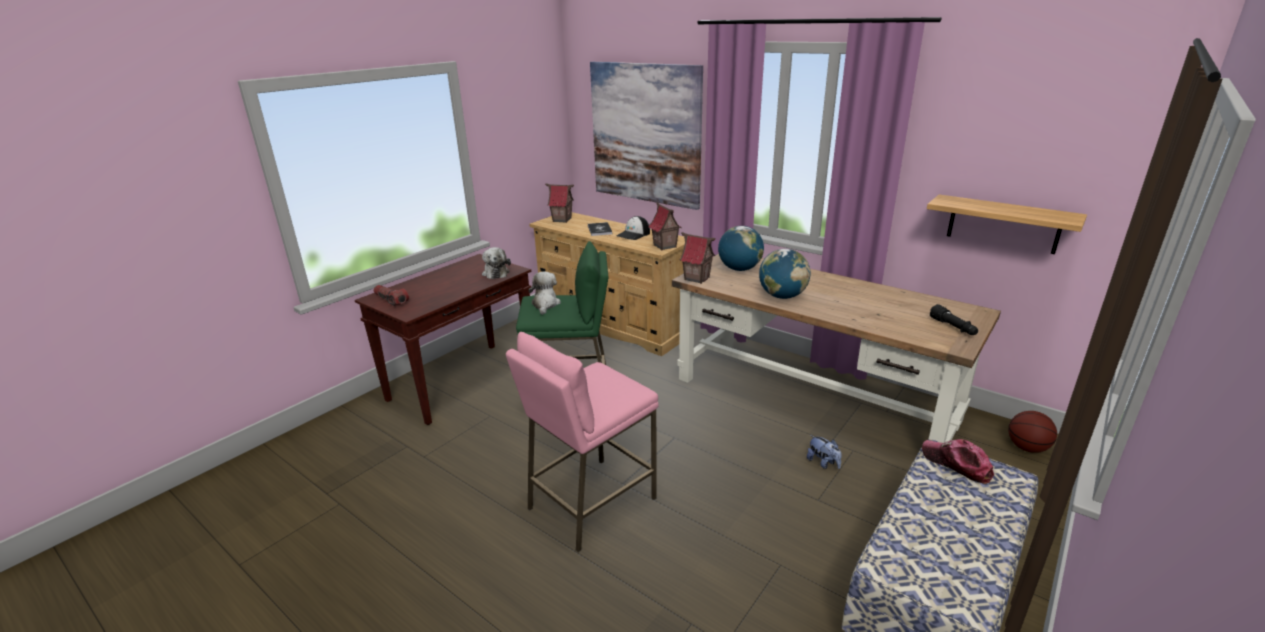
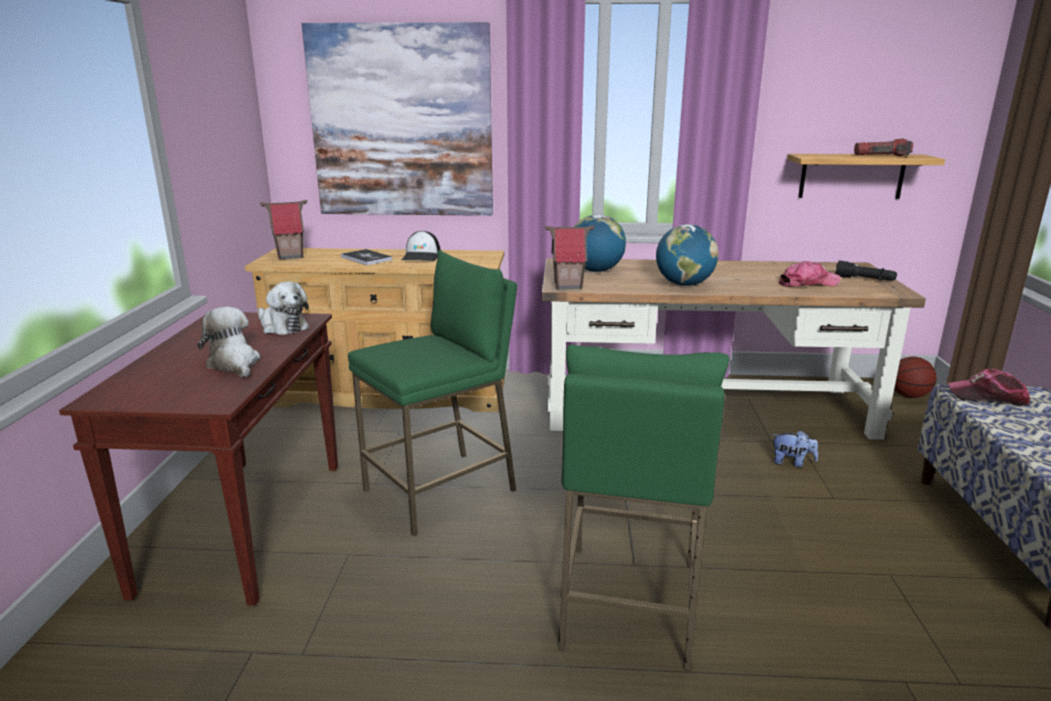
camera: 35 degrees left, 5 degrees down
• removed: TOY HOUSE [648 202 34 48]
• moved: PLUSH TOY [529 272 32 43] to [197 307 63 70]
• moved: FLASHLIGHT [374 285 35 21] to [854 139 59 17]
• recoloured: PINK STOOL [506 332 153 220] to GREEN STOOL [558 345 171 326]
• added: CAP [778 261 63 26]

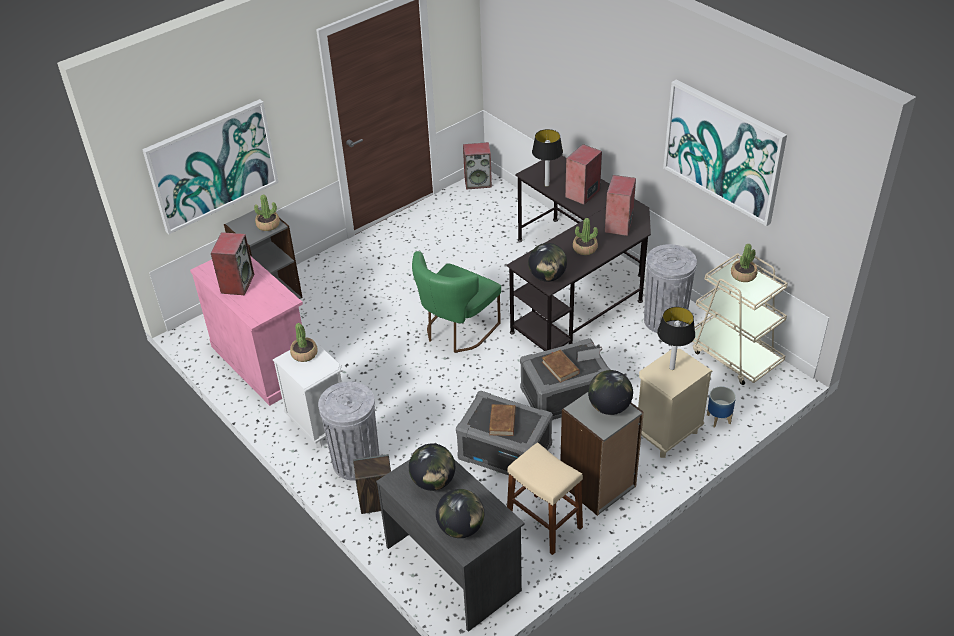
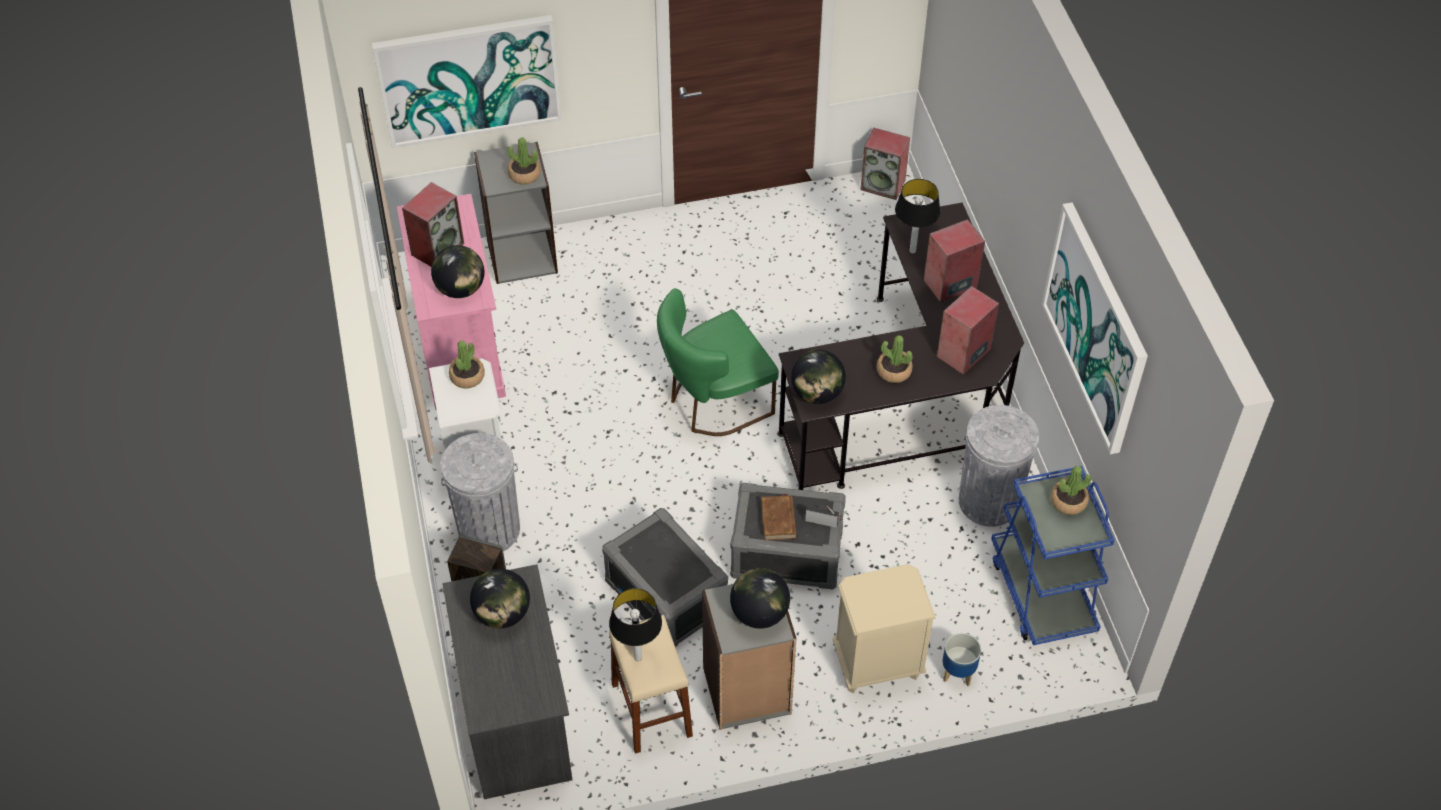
camera: 25 degrees right, 10 degrees up
• recoloured: BEIGE CART [692 253 96 132] to BLUE CART [991 466 124 179]
• moved: TABLE LAMP [657 307 38 63] to [609 588 53 73]
• removed: BROWN BOOK [489 404 27 32]
• moved: GLOBE [436 489 48 49] to [431 245 54 53]

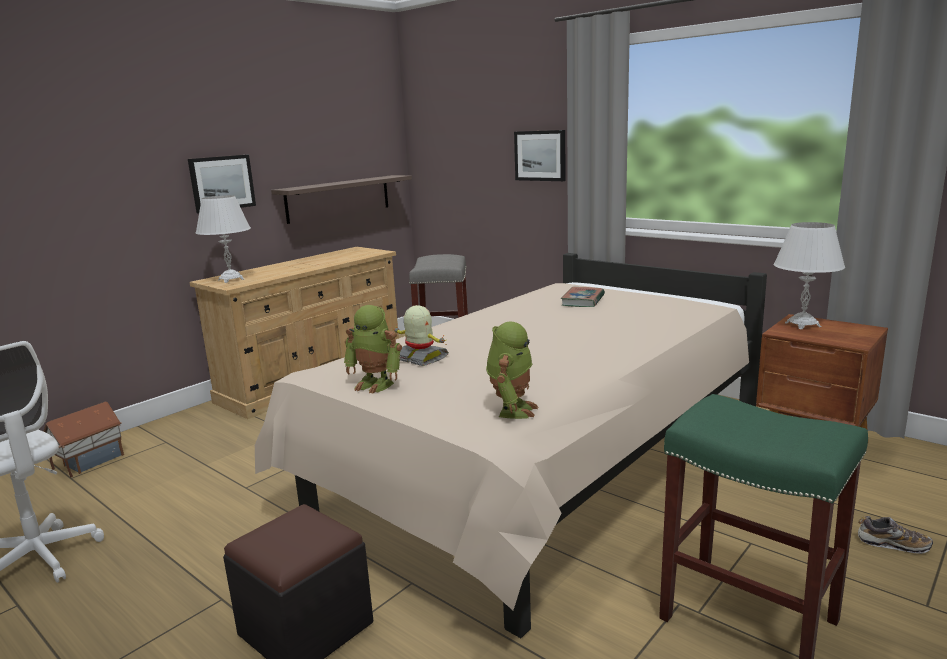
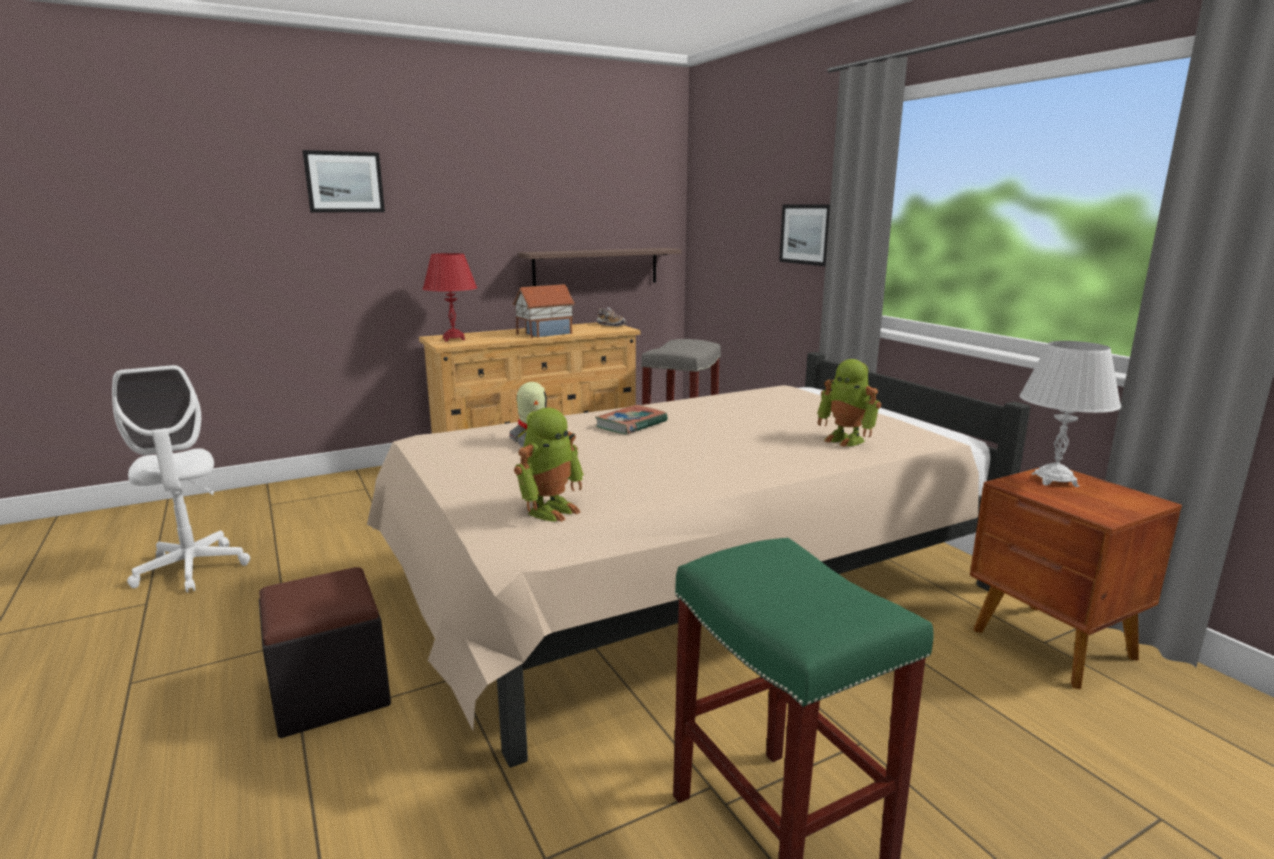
camera: 20 degrees right, 0 degrees up
• moved: PICTURE [188 155 68 59] to [303 150 82 62]
• recoloured: WHITE TABLE LAMP [196 195 55 88] to RED TABLE LAMP [423 253 54 88]
• moved: BOOK [561 286 44 21] to [595 404 73 30]
• moved: TOY ROBOT [344 305 58 89] to [817 359 64 88]
• moved: TOY HOUSE [43 402 81 75] to [513 284 62 54]
• moved: SHOE [858 516 75 38] to [597 307 30 20]

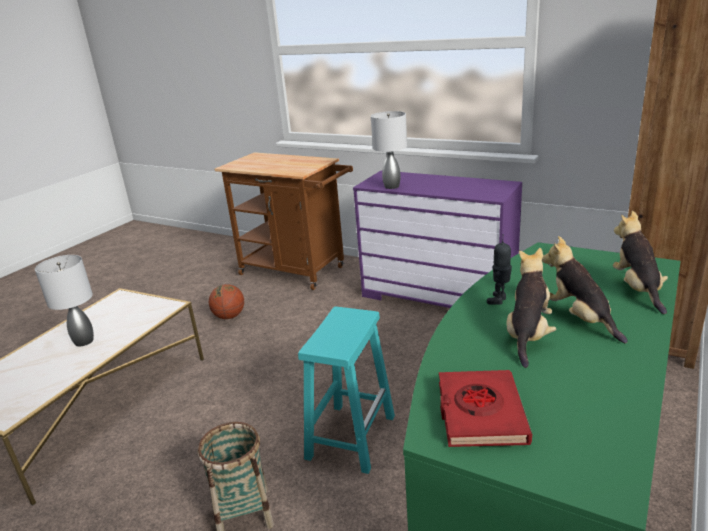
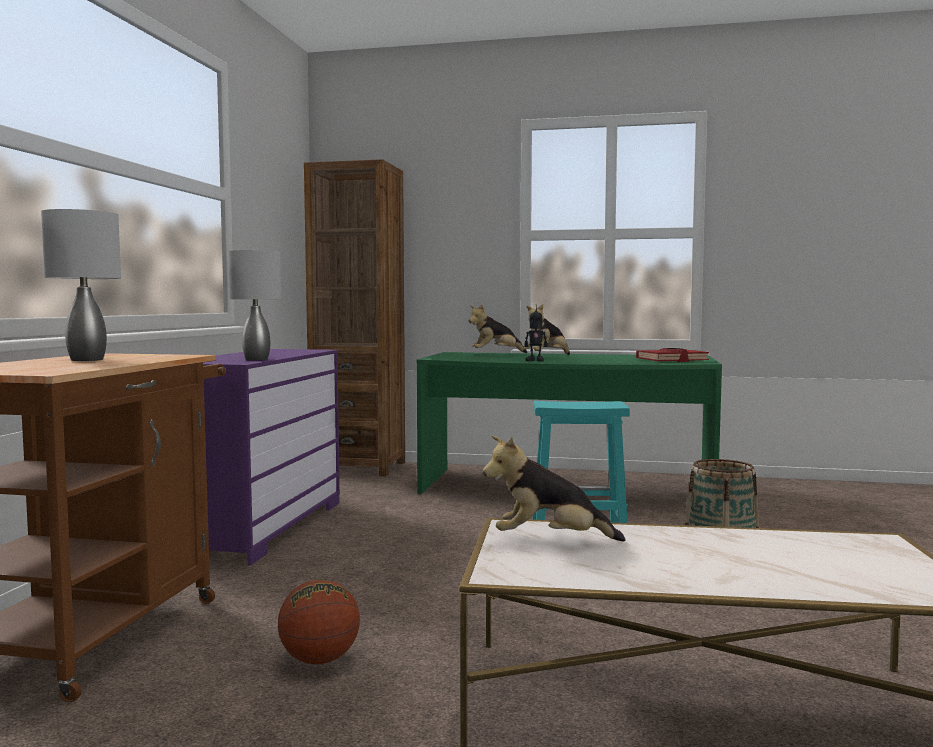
camera: 110 degrees left, 20 degrees down
• moved: PLUSH TOY [507 248 49 120] to [483 436 142 106]
• moved: GREY TABLE LAMP [35 255 59 91] to [41 209 80 152]

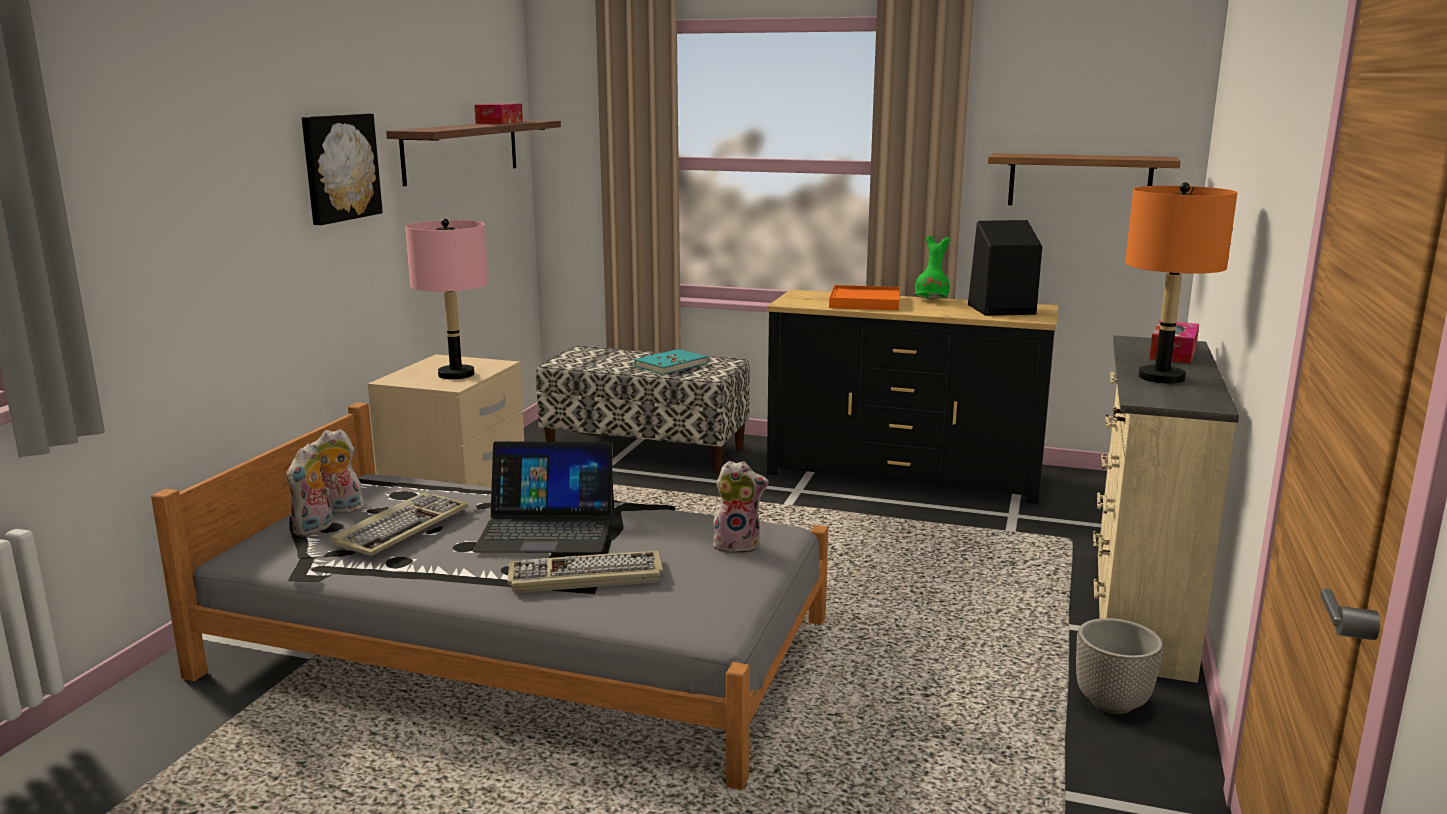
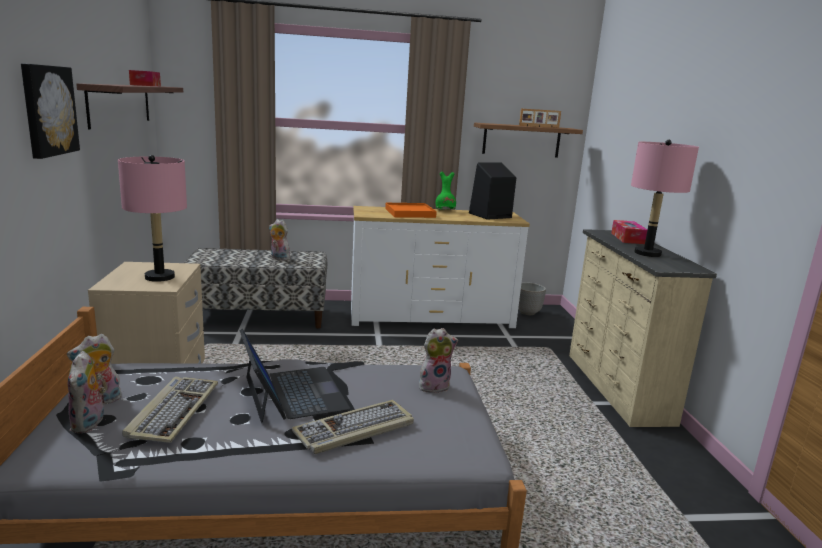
camera: 25 degrees left, 0 degrees up
• recoloured: ORANGE TABLE LAMP [1125 182 112 202] to PINK TABLE LAMP [631 140 68 117]
• recoloured: BLACK DRESSER [767 289 291 215] to WHITE DRESSER [351 206 179 122]
• replaced: TURQUOISE BOOK [634 349 73 26] to PLUSH TOY [269 219 21 42]
• turned: LAPTOP [472 441 142 112] = [239 329 111 94] 90 degrees counterclockwise
• moved: PLANTER [1076 618 87 96] to [518 282 28 33]
• added: PICTURE FRAME [519 109 42 19]

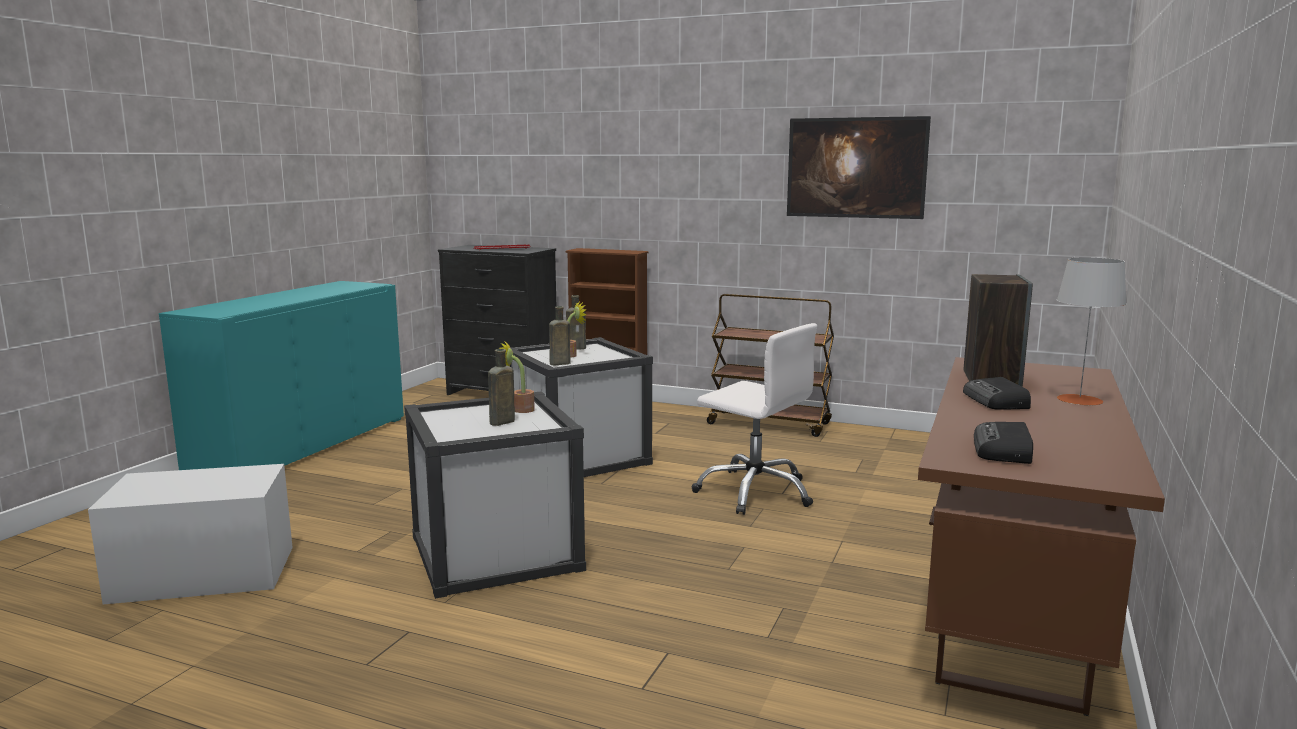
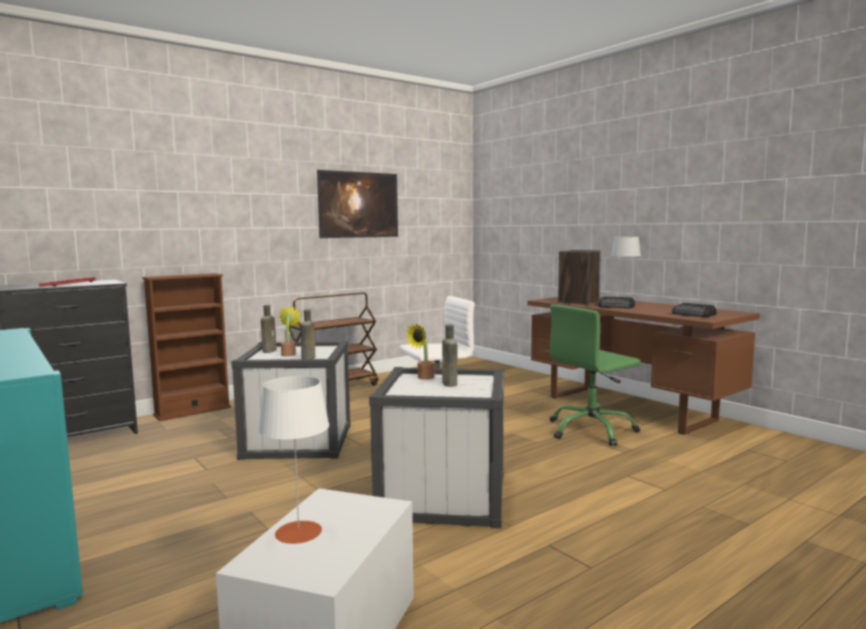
camera: 60 degrees left, 5 degrees down
• added: GREEN OFFICE CHAIR [550 304 91 142]
• added: WHITE TABLE LAMP [258 376 71 168]

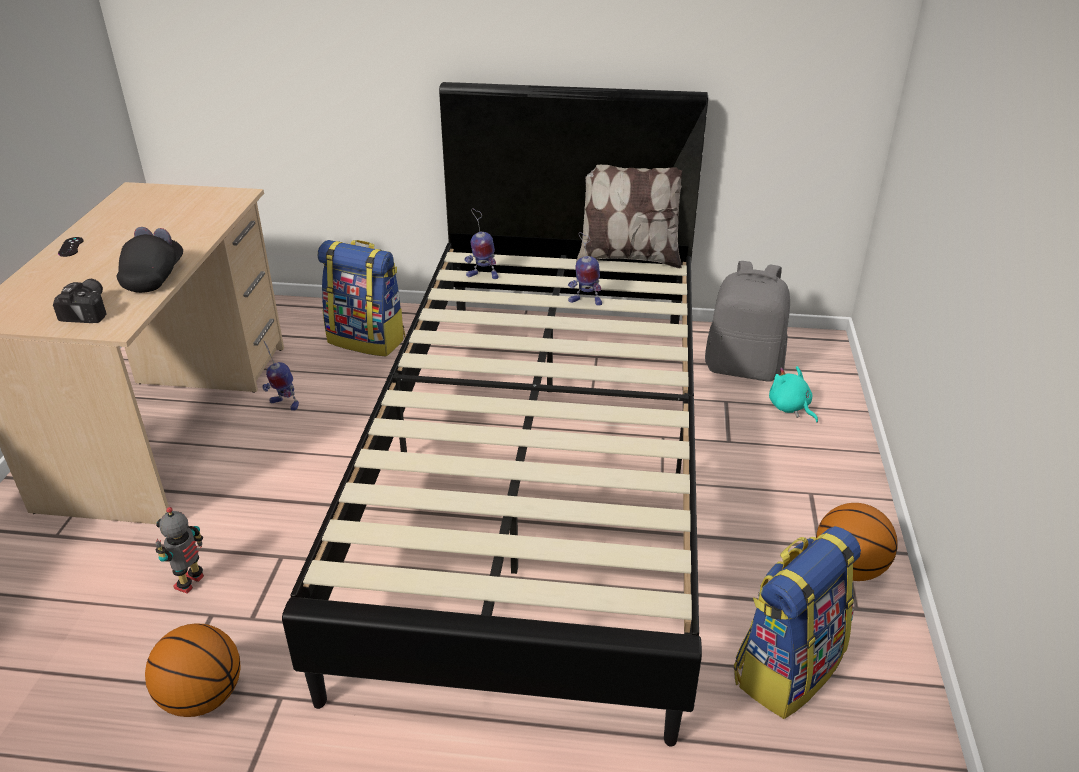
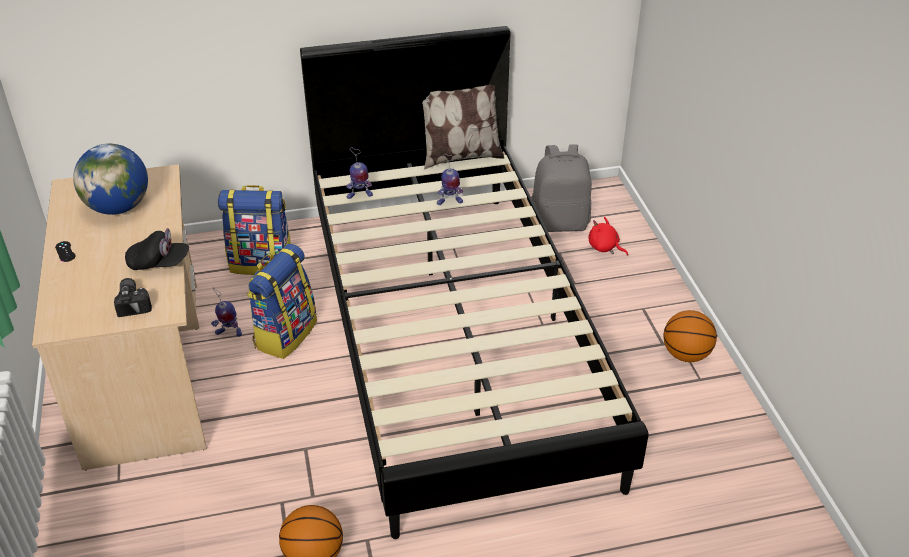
camera: 20 degrees left, 5 degrees up
• turned: BLACK CAP [117 227 66 66] = [125 228 64 42] 105 degrees clockwise
• recoloured: TURQUOISE PLUSH TOY [769 366 49 57] to RED PLUSH TOY [588 217 40 38]
• removed: TOY ROBOT [156 507 48 86]
• moved: BACKPACK [734 526 127 193] to [247 244 70 115]
• added: GLOBE [73 144 75 71]

